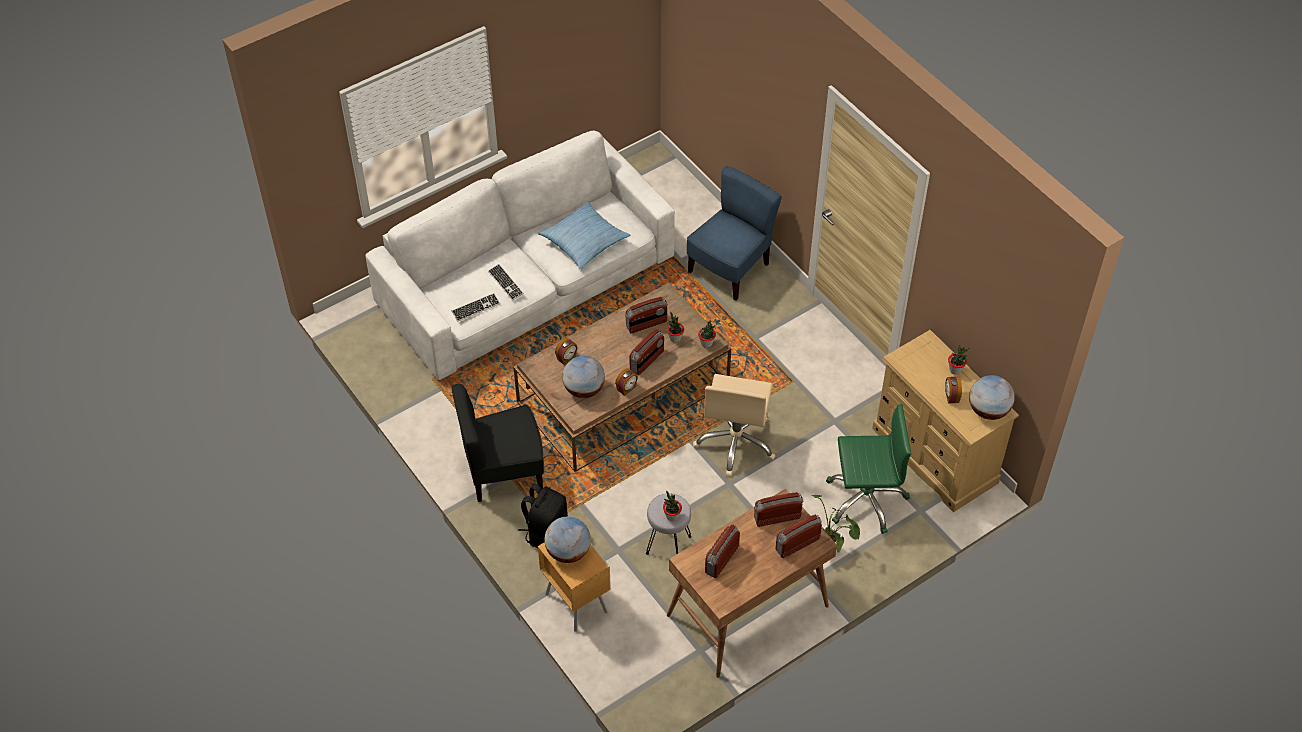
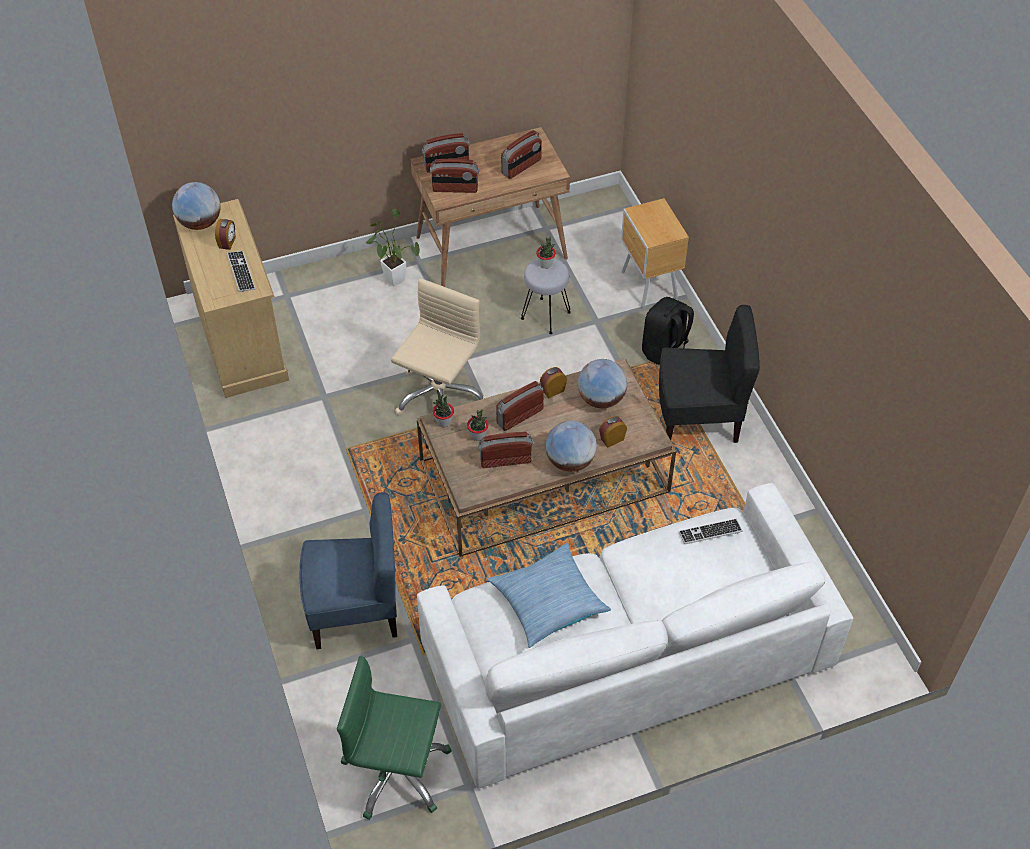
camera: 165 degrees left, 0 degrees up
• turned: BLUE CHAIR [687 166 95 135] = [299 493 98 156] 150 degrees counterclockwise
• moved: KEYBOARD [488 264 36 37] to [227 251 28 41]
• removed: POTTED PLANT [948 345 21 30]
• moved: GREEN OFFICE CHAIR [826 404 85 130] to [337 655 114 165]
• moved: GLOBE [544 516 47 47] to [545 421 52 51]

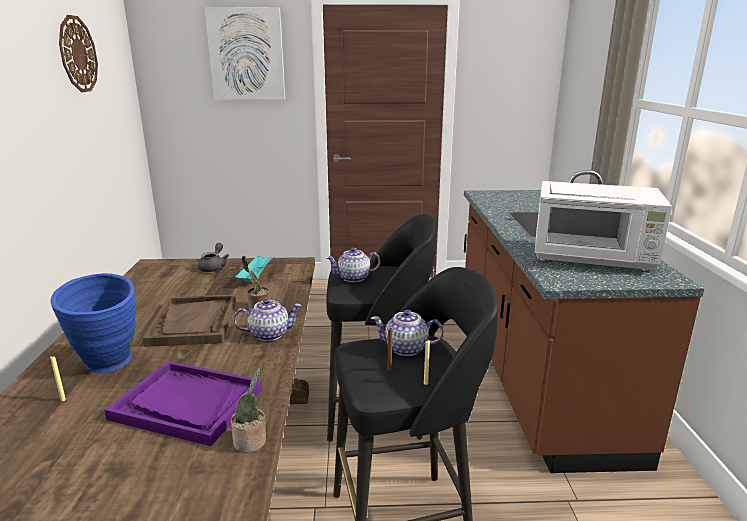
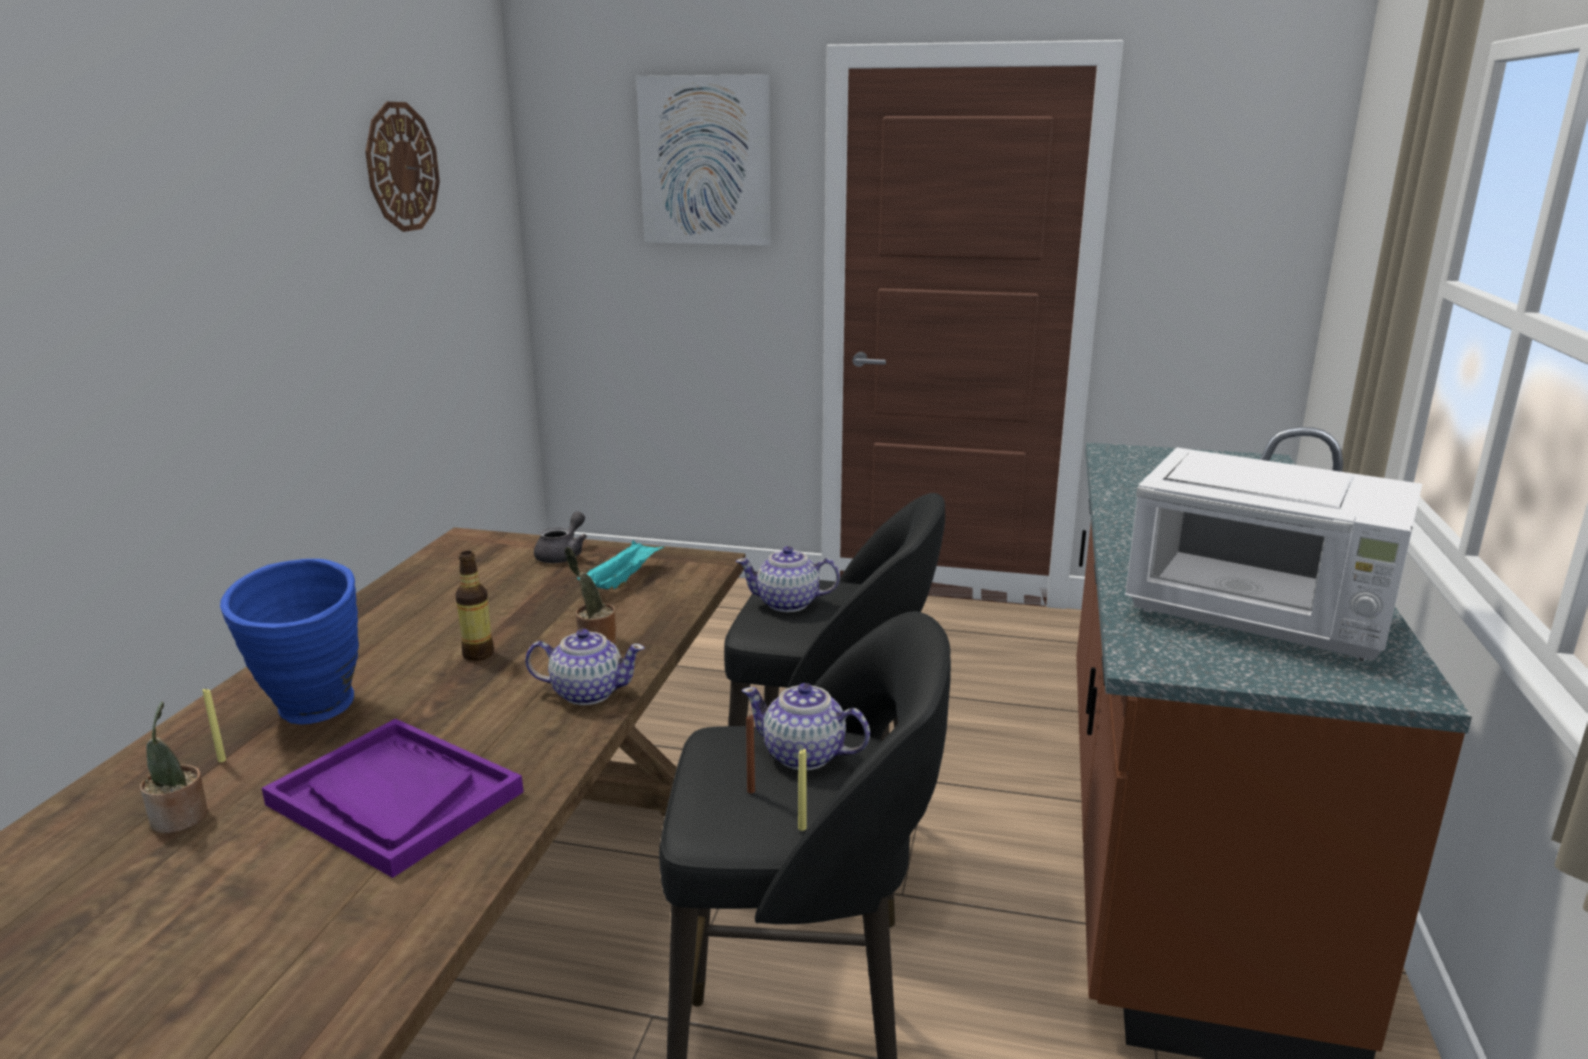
camera: 15 degrees right, 0 degrees up
• replaced: BROWN TRAY [143 294 93 53] to BOTTLE [455 551 39 110]
• moved: POTTED PLANT [231 368 35 85] to [140 702 68 131]

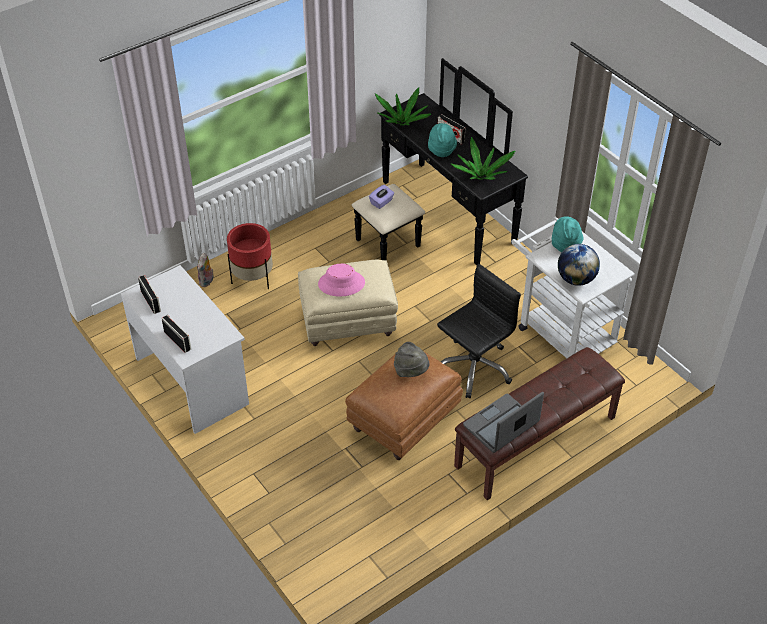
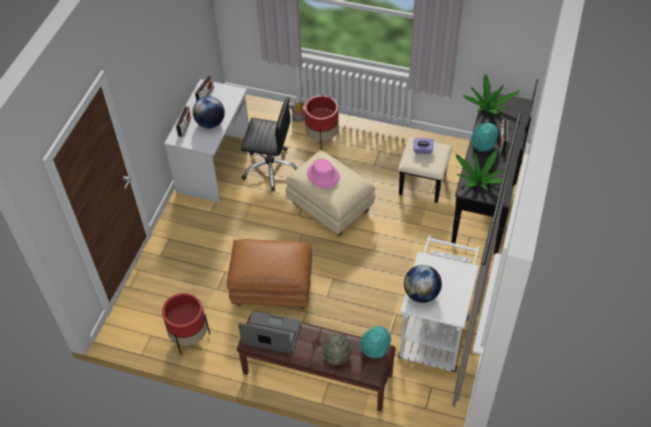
camera: 55 degrees right, 5 degrees up
• moved: TURQUOISE HAT [552 216 31 36] to [360 326 31 32]
• moved: BLACK OFFICE CHAIR [437 264 84 135] to [241 97 56 95]
• moved: GREY HAT [394 342 36 35] to [323 334 29 31]
• added: GLOBE [193 96 32 32]
• added: RED PLANTER [162 293 48 61]

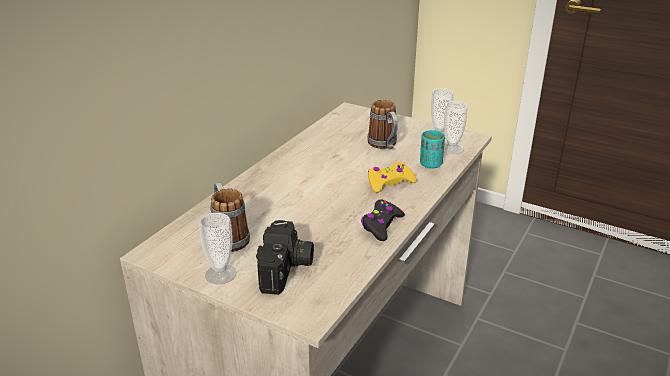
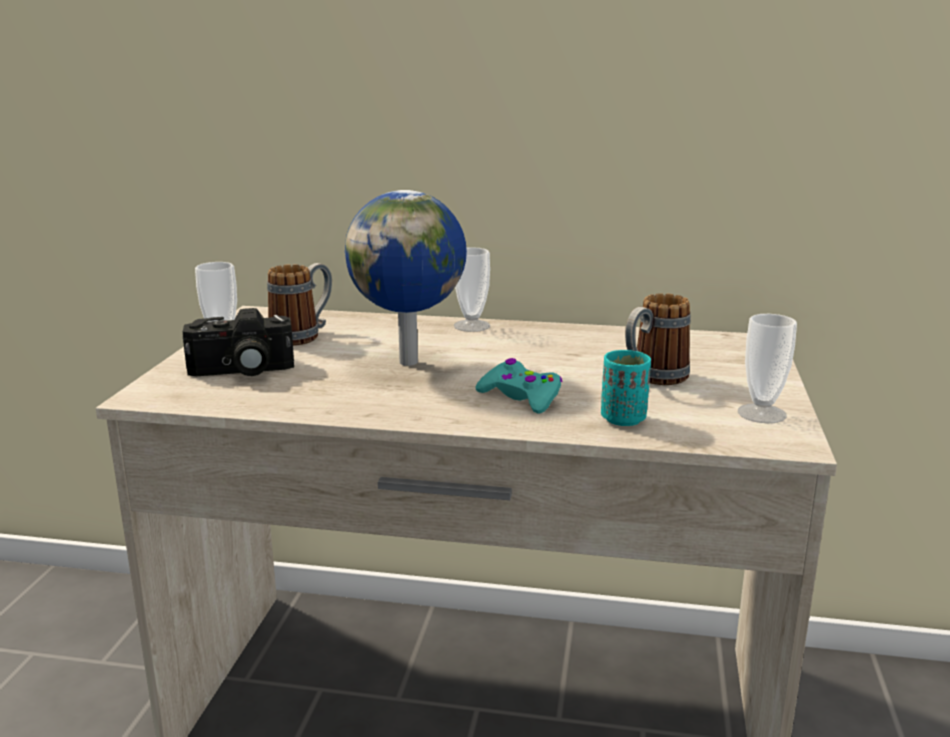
camera: 70 degrees right, 10 degrees down
• moved: CUP [444 101 24 53] to [454 247 36 85]
• recoloured: YELLOW GAME CONTROLLER [368 162 49 31] to TURQUOISE GAME CONTROLLER [475 358 88 56]
• removed: BLACK GAME CONTROLLER [361 199 44 42]
• added: GLOBE [345 190 122 176]

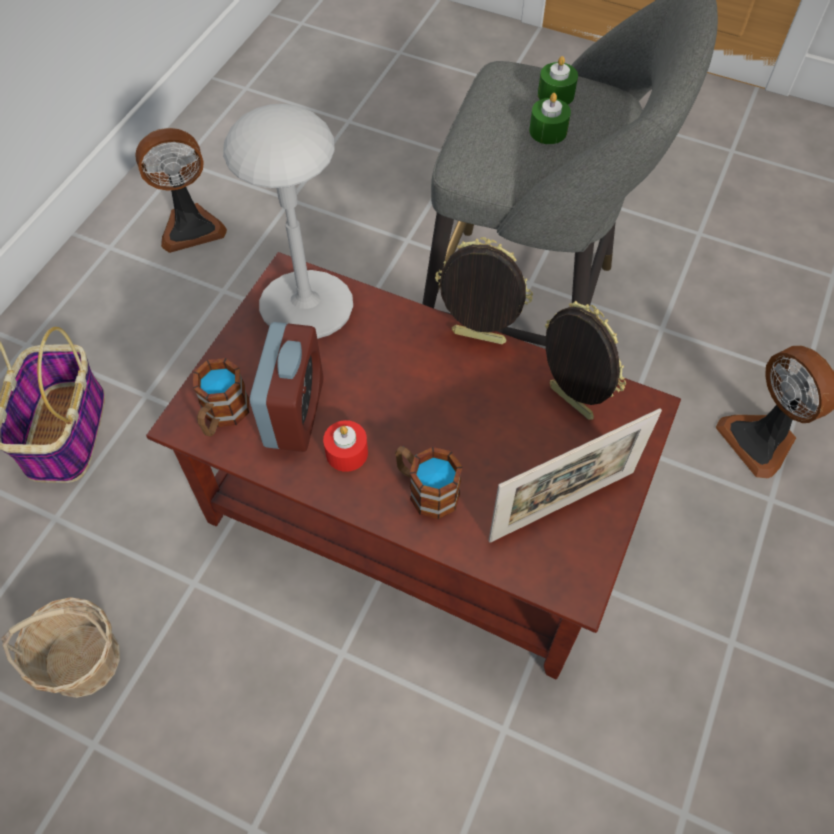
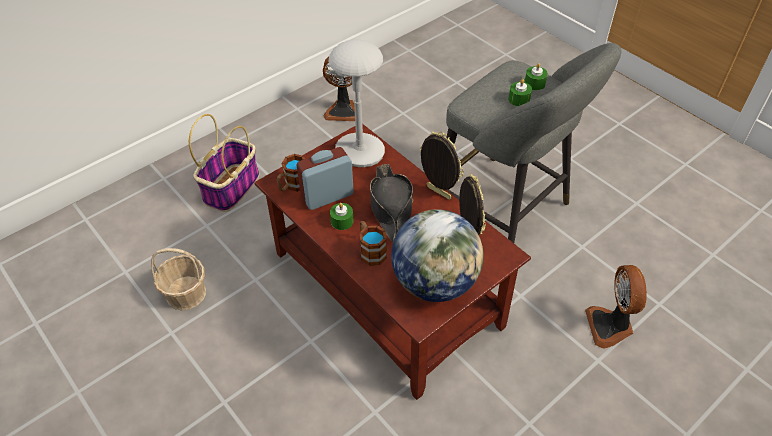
camera: 25 degrees right, 10 degrees down
• turned: ALARM CLOCK [250 322 73 130] = [297 147 57 63] 150 degrees counterclockwise
• replaced: PICTURE FRAME [488 408 174 135] to GLOBE [391 209 93 93]
• recoloured: RED CANDLE [323 420 45 52] to GREEN CANDLE [330 203 24 27]
• added: BLACK HAT [370 164 43 79]

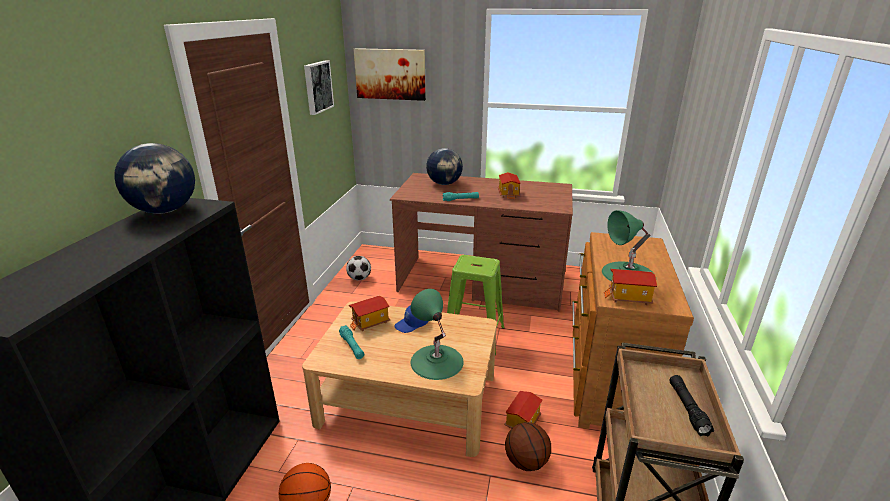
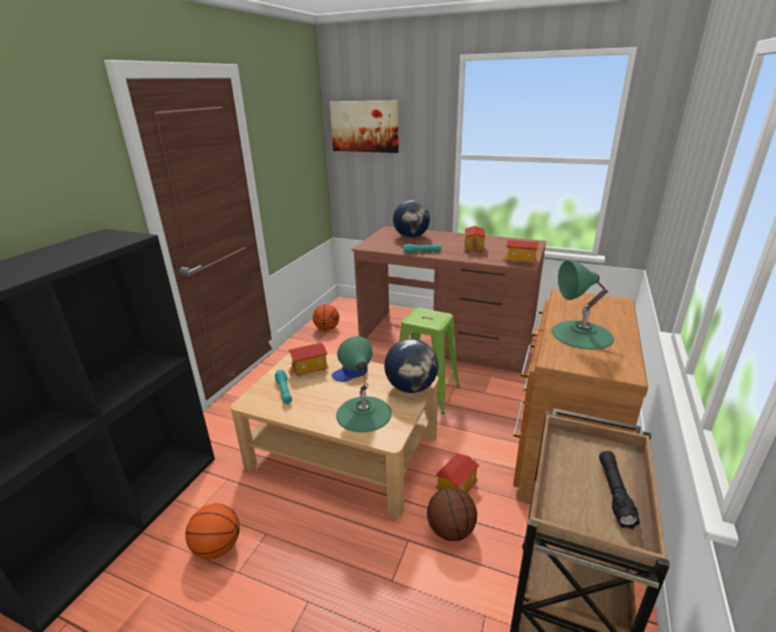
camera: 10 degrees right, 0 degrees up
• removed: PICTURE [304 60 30 55]
• moved: GLOBE [114 143 81 71] to [384 339 54 54]
• replaced: FOOTBALL [346 256 25 24] to BASKETBALL [313 304 26 27]
• moved: TOY HOUSE [604 269 53 36] to [502 240 37 25]

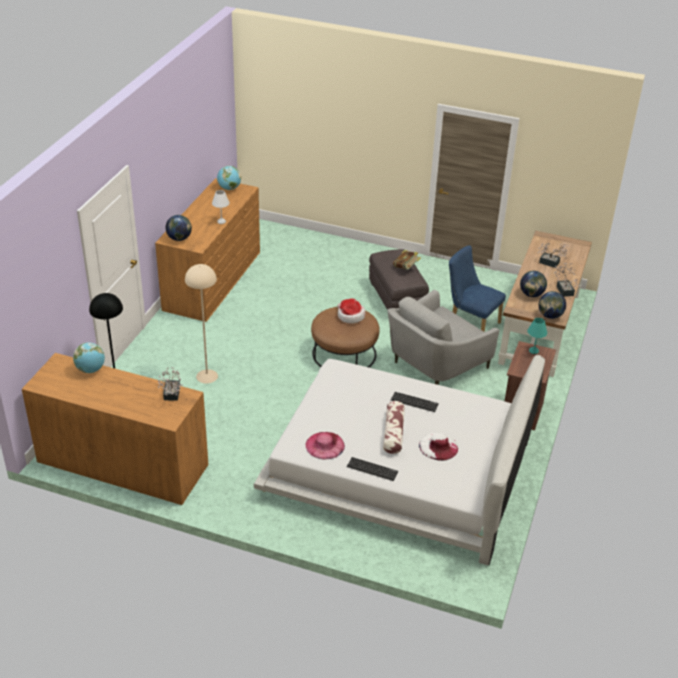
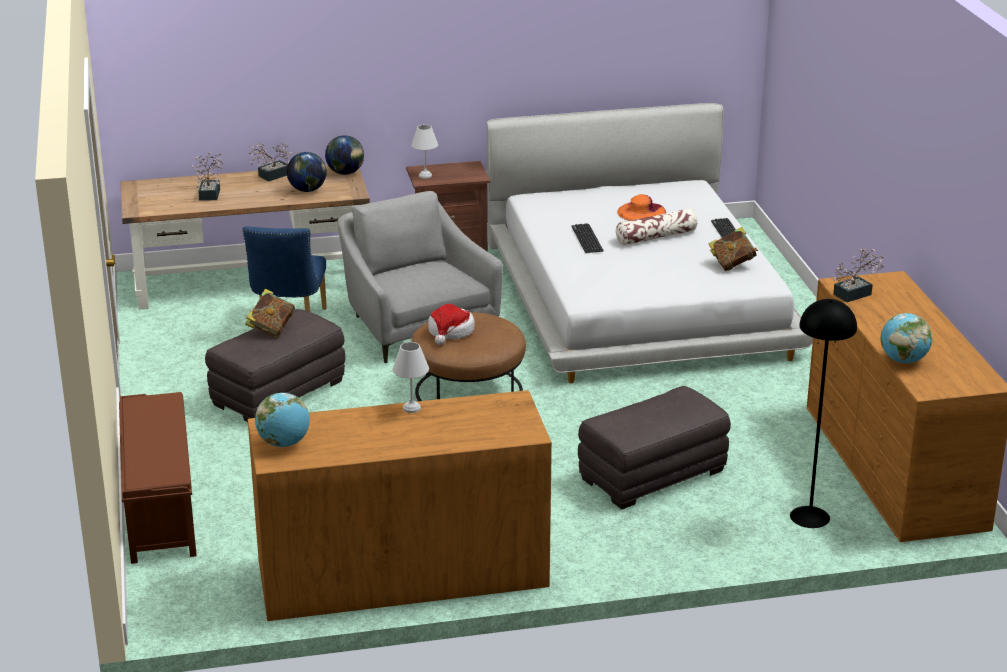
camera: 120 degrees left, 10 degrees down
• removed: GLOBE [166 215 26 26]
• replaced: BEIGE FLOOR LAMP [185 264 33 119] to GREY OTTOMAN [578 386 153 123]
• turned: GREY ARMCHAIR [387 290 113 95] = [337 191 166 172] 135 degrees counterclockwise
• recoloured: TURQUOISE TABLE LAMP [527 318 20 36] to WHITE TABLE LAMP [411 125 27 53]
• replaced: PINK HAT [306 432 39 27] to BOOK [708 227 51 44]
• recoloured: WHITE HAT [419 433 39 28] to ORANGE HAT [617 194 49 27]
• added: BROWN BENCH [119 392 78 172]

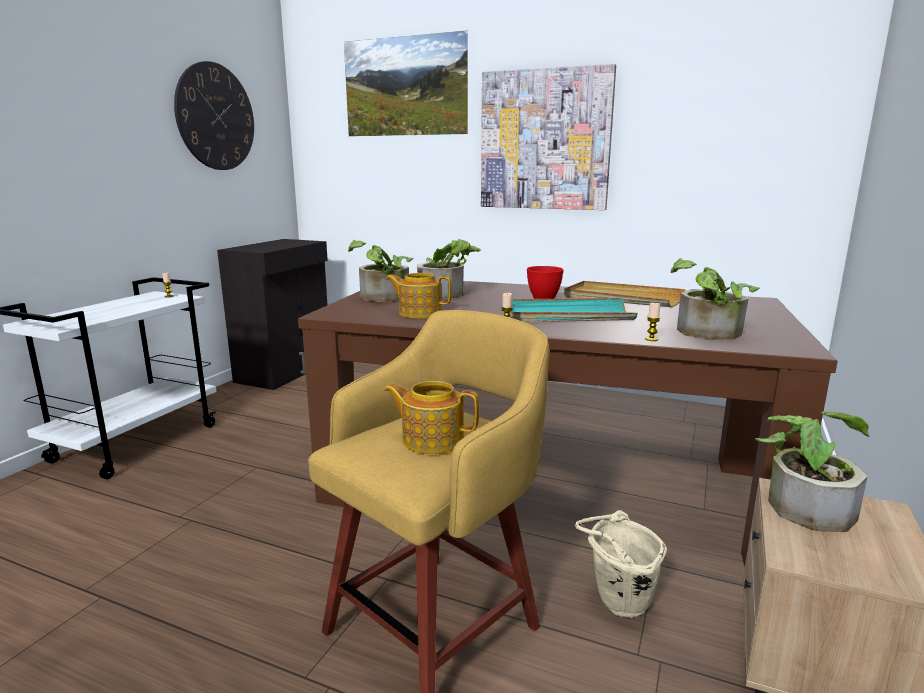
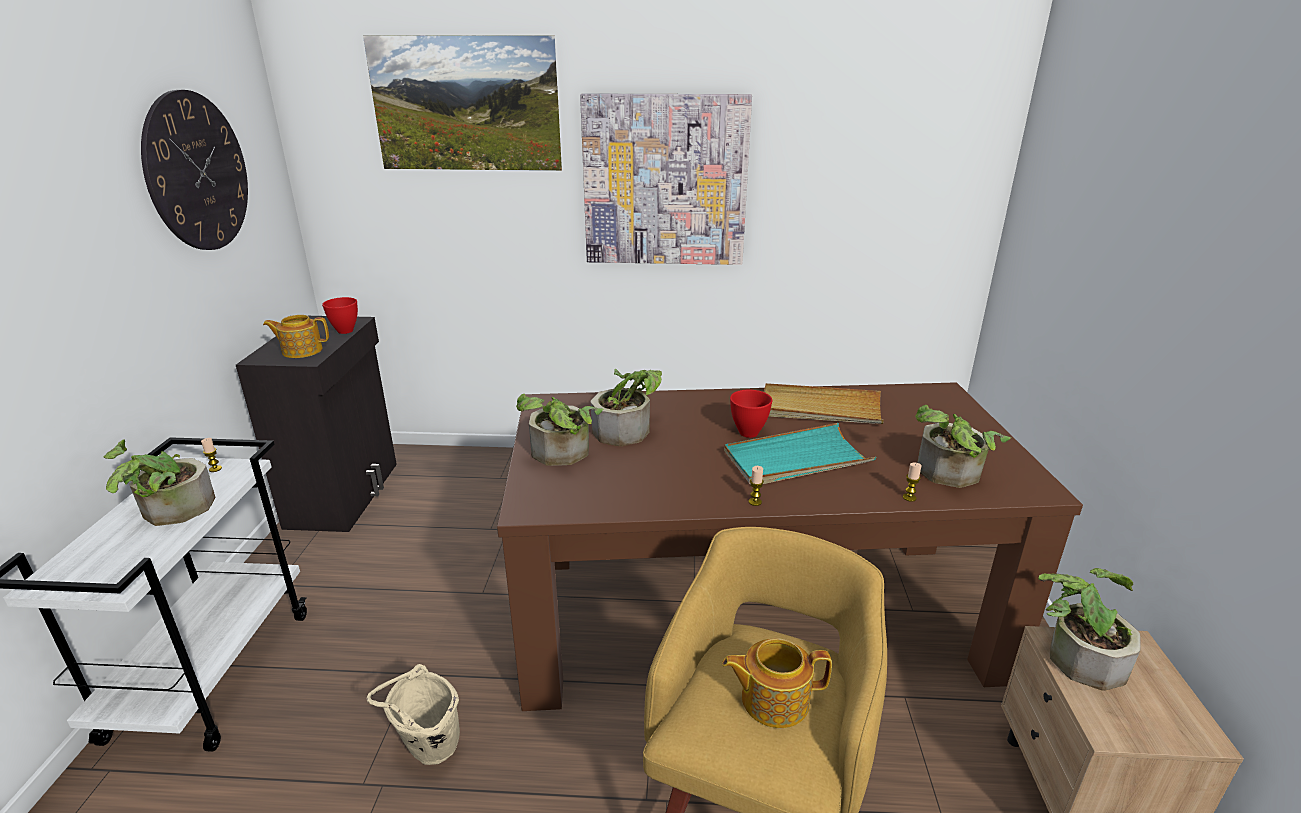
camera: 20 degrees left, 10 degrees up
• moved: TEAPOT [386 273 66 45] to [263 315 66 43]
• moved: BEIGE BUCKET [575 510 92 108] to [366 664 94 101]
• added: RED BOWL [322 297 36 37]
• added: POTTED PLANT [104 440 111 86]

